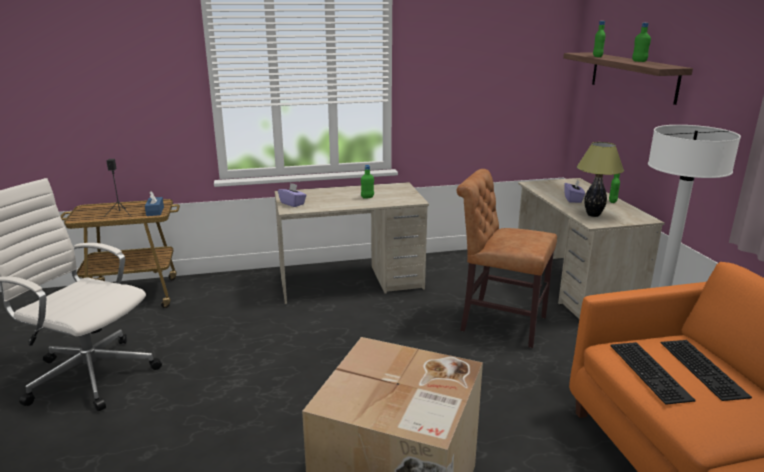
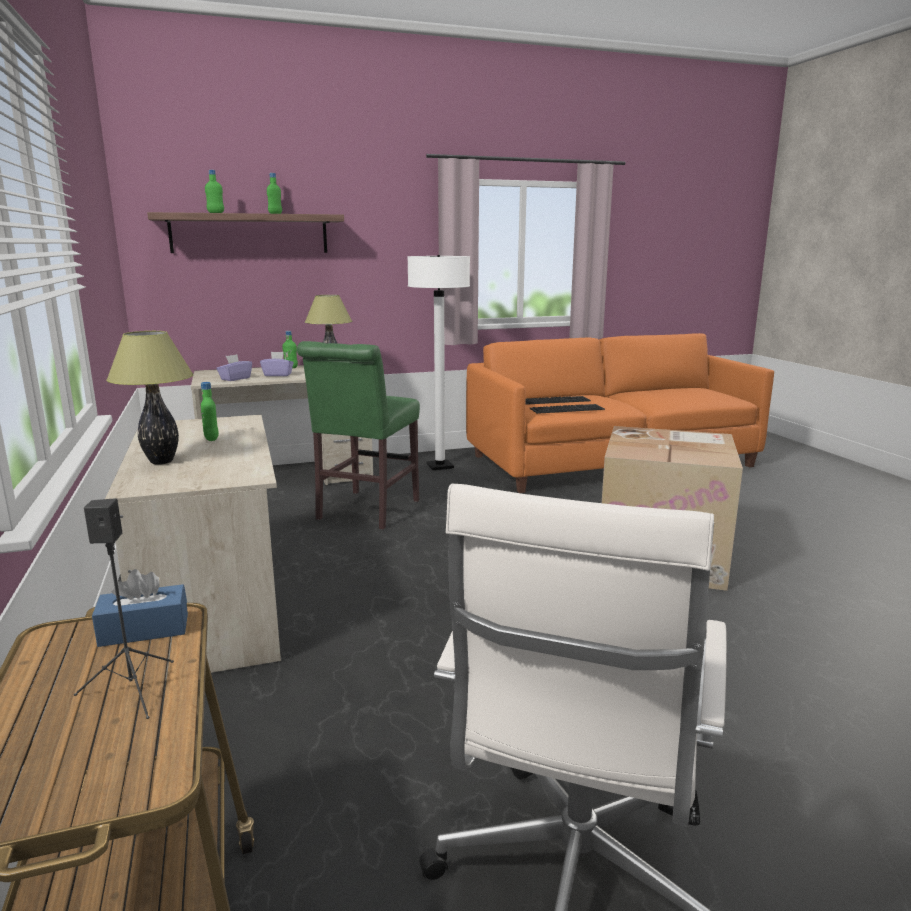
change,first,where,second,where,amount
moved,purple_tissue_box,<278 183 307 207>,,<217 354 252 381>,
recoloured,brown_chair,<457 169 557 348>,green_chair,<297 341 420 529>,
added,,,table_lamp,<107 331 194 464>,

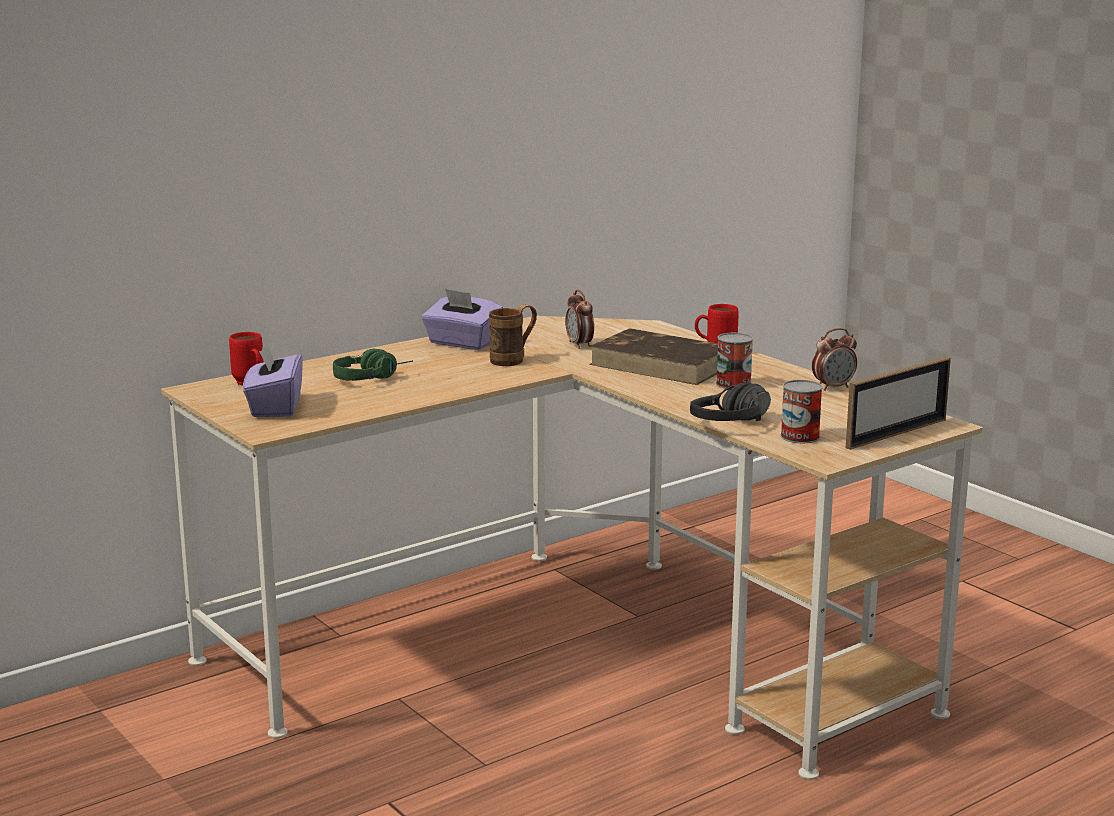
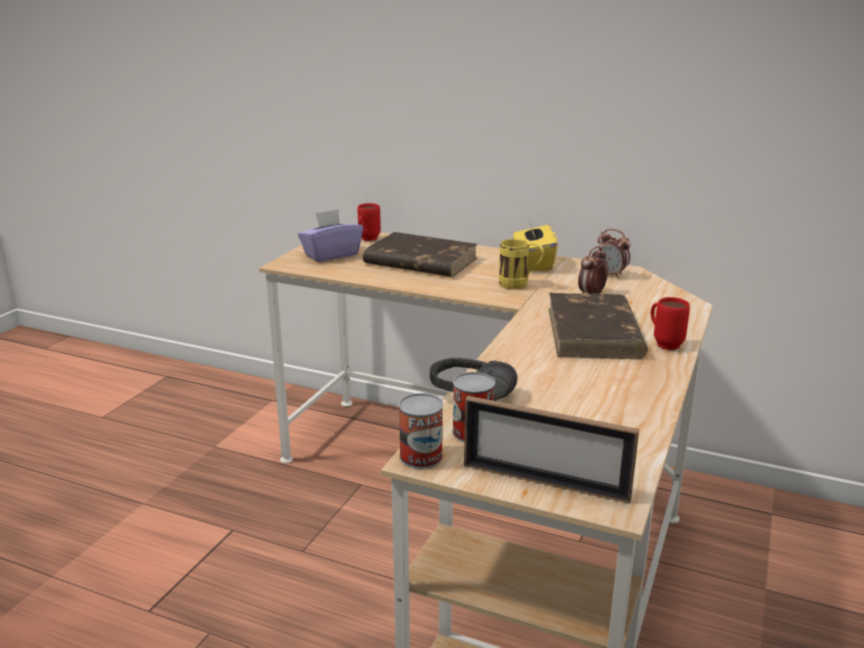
change,first,where,second,where,amount
replaced,green_headphones,<333 349 413 381>,brown_book,<363 232 478 277>,
recoloured,purple_tissue_box,<422 289 503 350>,yellow_tissue_box,<513 218 558 271>,
recoloured,brown_mug,<489 304 537 366>,yellow_mug,<499 239 544 289>,
moved,can,<716 333 753 389>,,<399 393 443 469>,
moved,alarm_clock,<812 328 857 391>,,<595 229 631 278>,

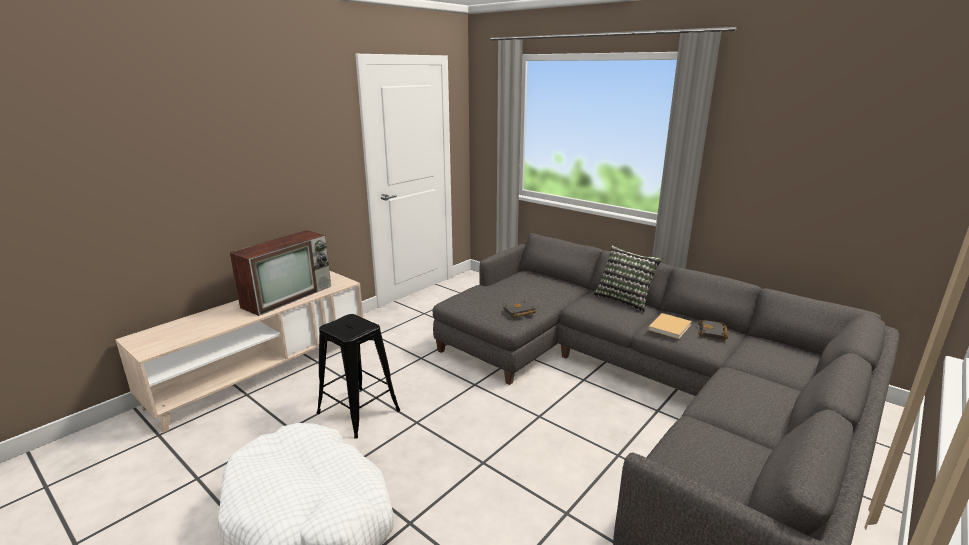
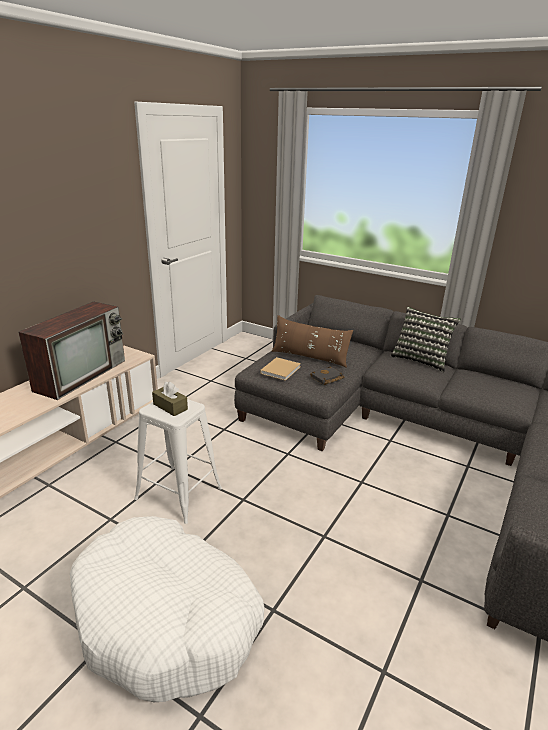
change,first,where,second,where,amount
recoloured,black_stool,<317 314 400 439>,white_stool,<134 399 222 524>,
moved,beige_book,<648 313 692 339>,,<260 357 301 381>,
removed,black_book,<698 320 728 340>,,,
added,,,brown_tissue_box,<152 381 188 416>,
added,,,brown_pillow,<271 315 353 368>,

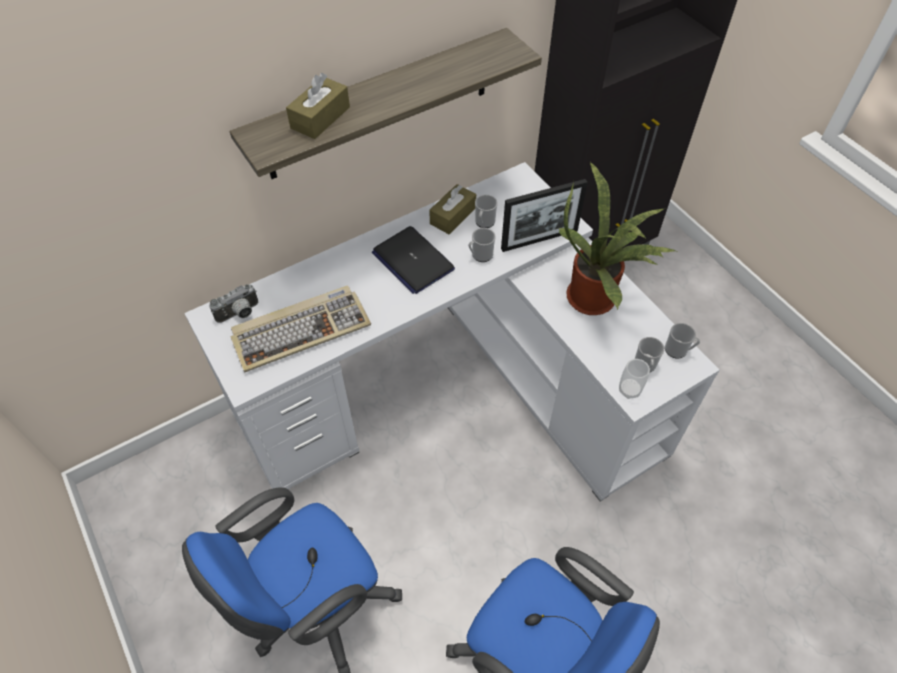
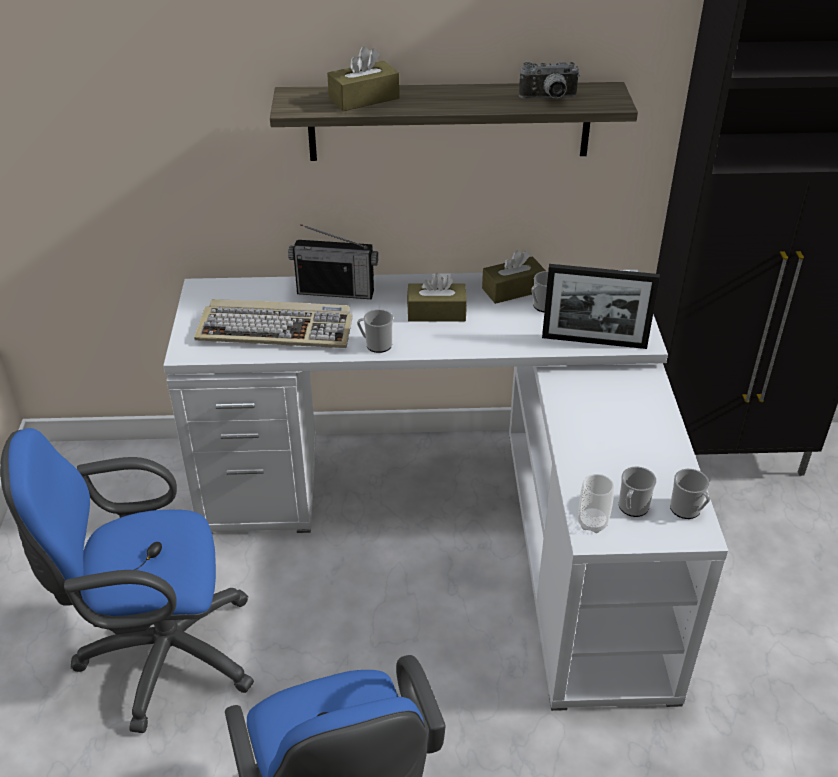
change,first,where,second,where,amount
moved,photo_camera,<209 284 258 323>,,<519 62 580 99>,
replaced,laptop,<372 226 455 294>,brown_tissue_box,<407 272 467 321>,
moved,mug,<468 228 496 262>,,<357 309 393 353>,
removed,potted_plant,<558 161 677 315>,,,
added,,,radio,<288 224 378 299>,

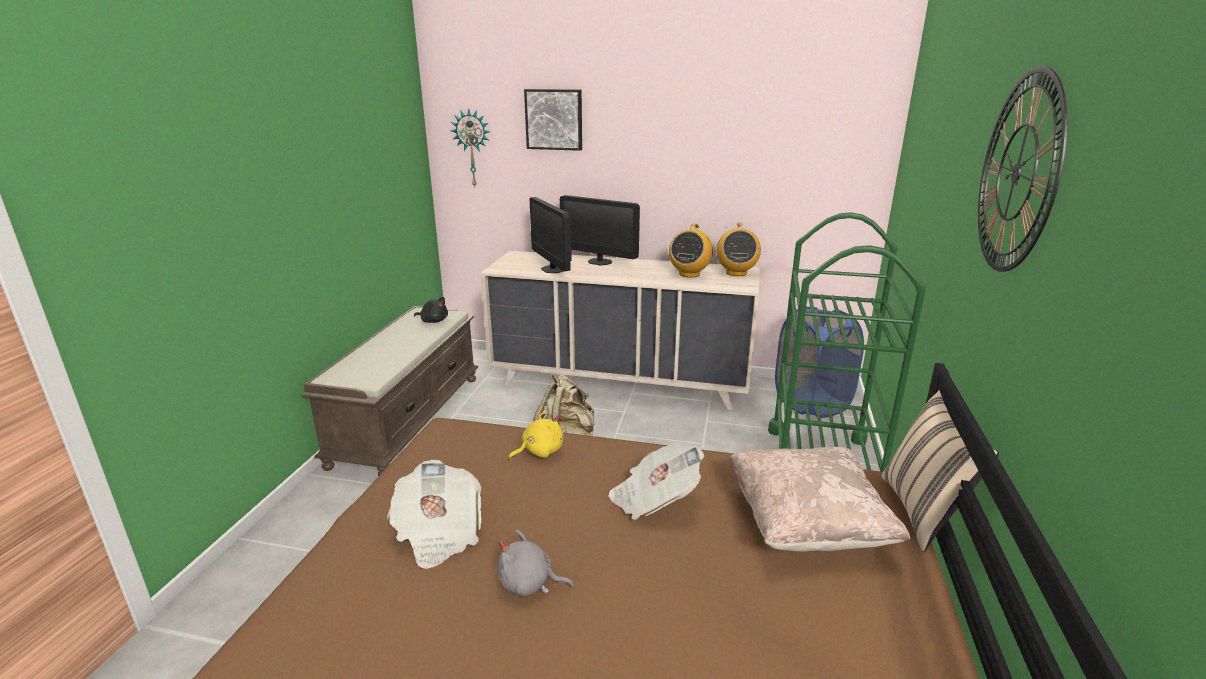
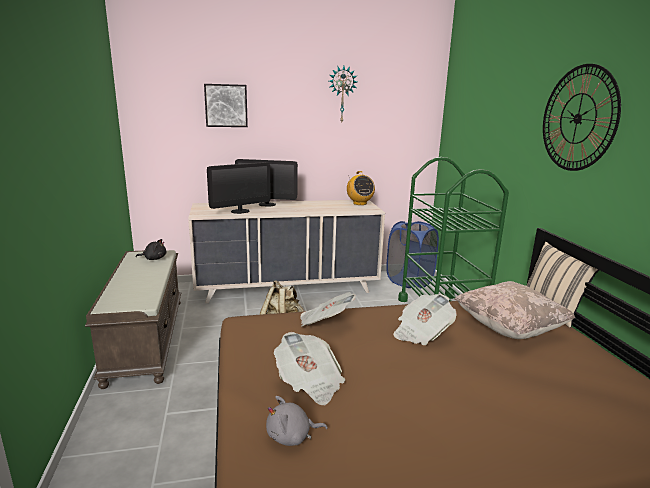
change,first,where,second,where,amount
moved,wall_clock,<451 108 490 188>,,<329 66 357 122>,
moved,grey_plush_toy,<497 530 574 596>,,<266 396 328 446>,
replaced,yellow_plush_toy,<508 411 563 459>,newspaper,<300 292 356 327>,
turned,monitor,<530 197 572 273>,,<207 162 271 214>,75 degrees counterclockwise
removed,radio,<669 224 713 278>,,,

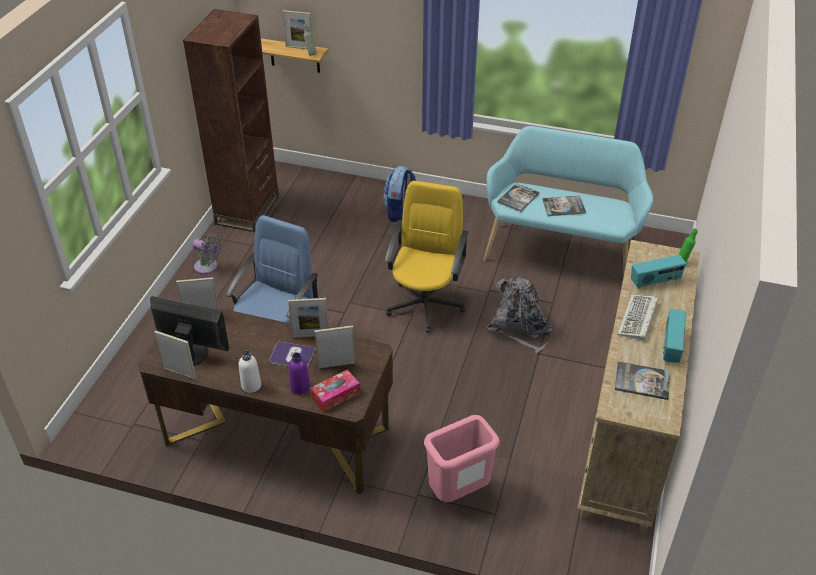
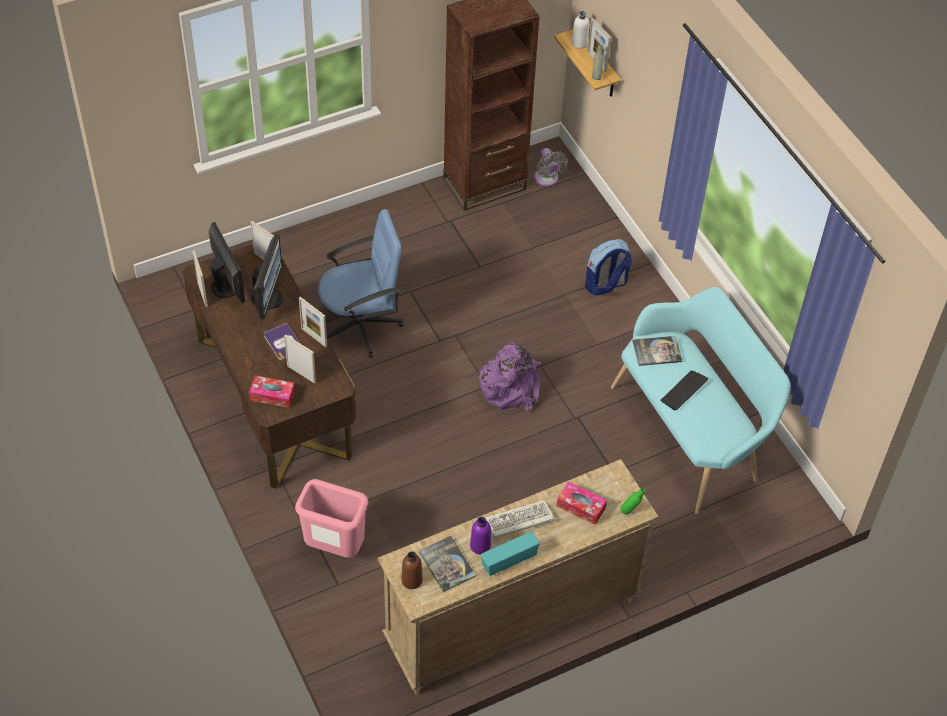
change,first,where,second,where,amount
moved,grey_fan,<192 233 222 274>,,<534 148 568 186>,
moved,white_bottle,<239 351 261 393>,,<571 11 589 49>,
moved,purple_bottle,<289 353 310 395>,,<470 517 491 555>,
replaced,yellow_office_chair,<385 181 469 333>,purple_backpack,<476 342 541 411>,
removed,grey_backpack,<487 277 553 353>,,,
replaced,book,<542 195 586 216>,keyboard,<660 371 708 410>,
replaced,radio,<631 255 687 289>,tissue_box,<557 481 607 525>,
added,,,monitor,<252 234 283 319>,
added,,,brown_bottle,<401 551 423 589>,

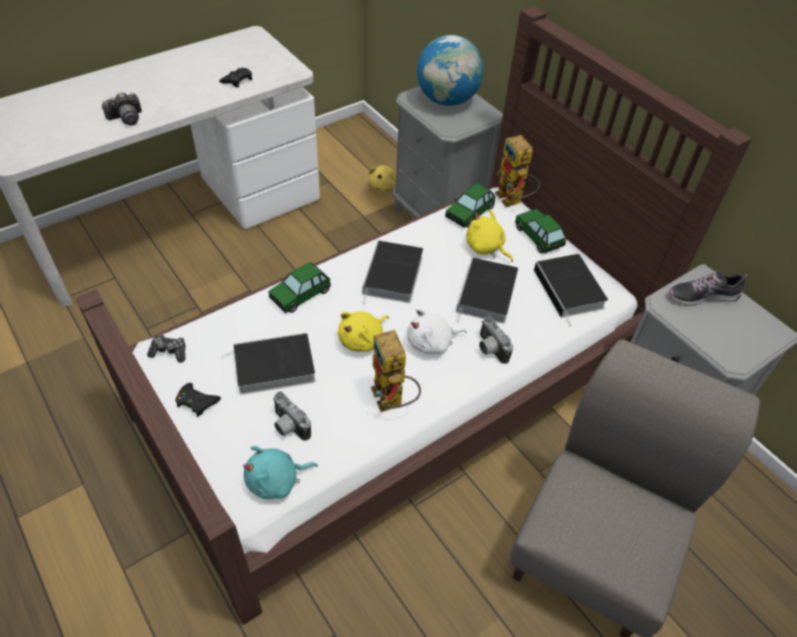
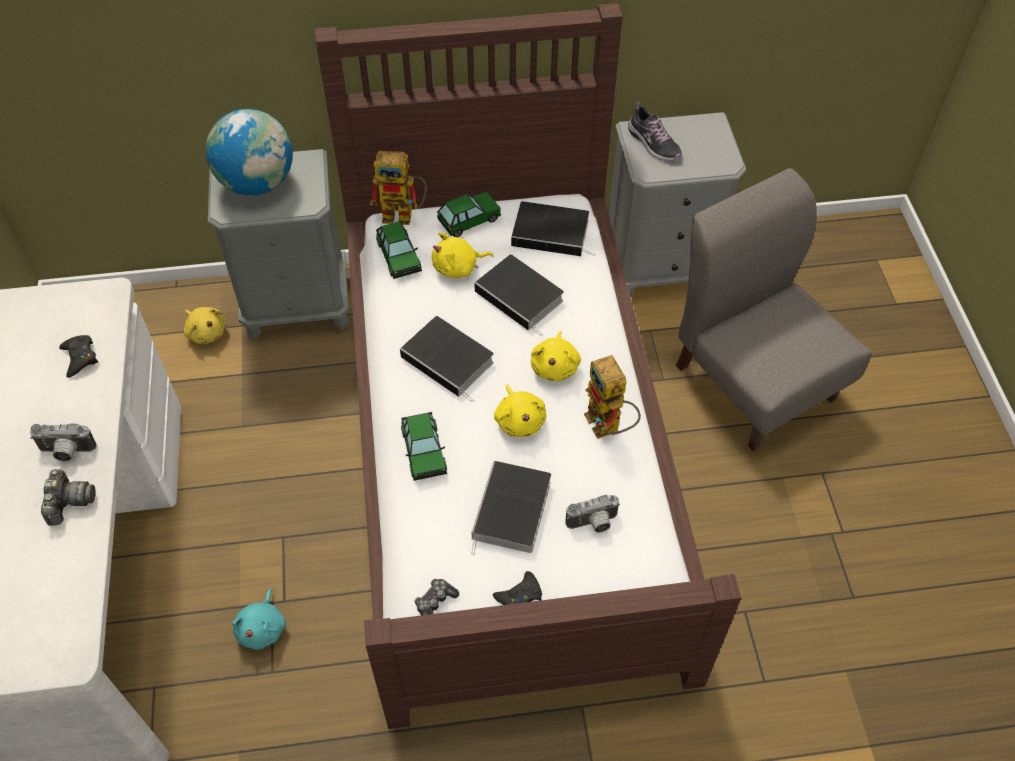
change,first,where,second,where,amount
moved,turquoise_plush_toy,<243 446 318 499>,,<231 589 286 650>,
turned,toy_robot,<371 330 421 412>,,<584 355 641 439>,60 degrees clockwise
recoloured,white_plush_toy,<407 308 467 354>,yellow_plush_toy,<531 331 581 381>,
moved,photo_camera,<479 316 513 364>,,<30 424 97 462>,
turned,toy_car,<515 209 567 253>,,<437 192 501 237>,150 degrees clockwise
turned,shoe,<669 271 748 306>,,<628 102 682 161>,60 degrees counterclockwise

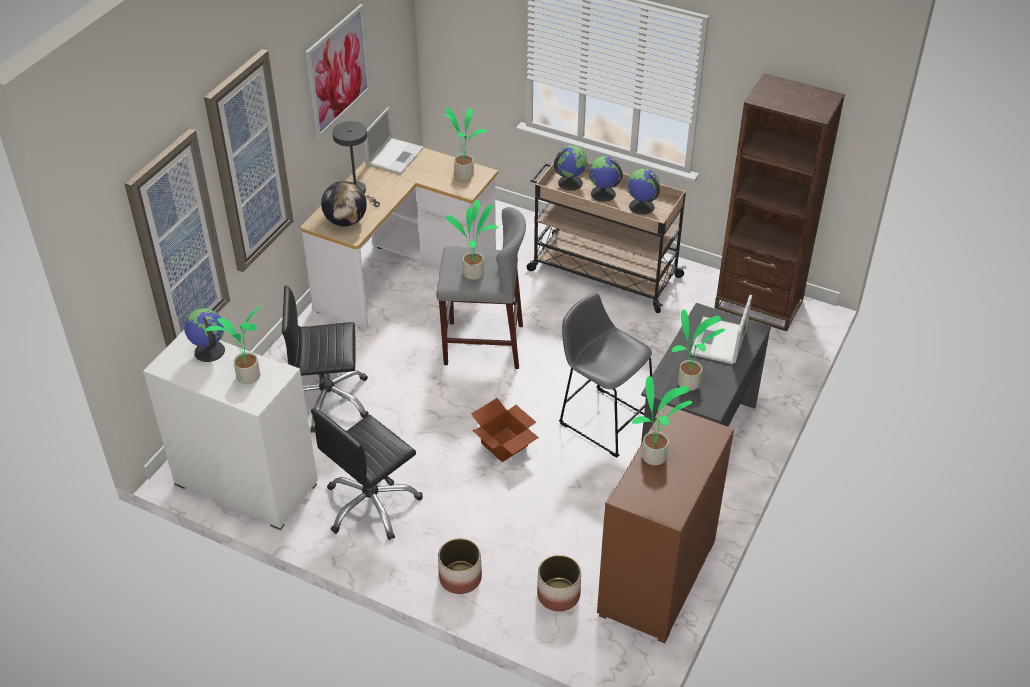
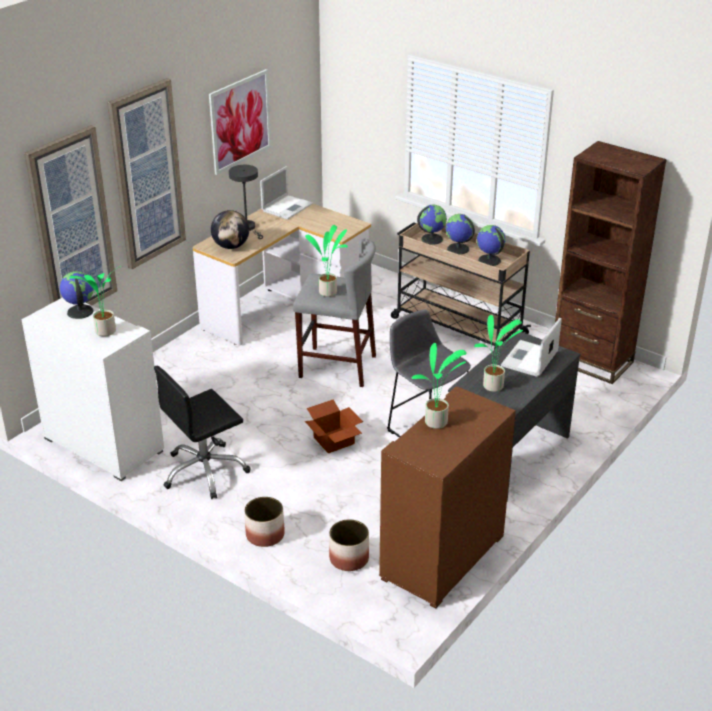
change,first,where,second,where,amount
removed,black_office_chair,<282 286 369 433>,,,
removed,potted_plant,<443 107 487 180>,,,

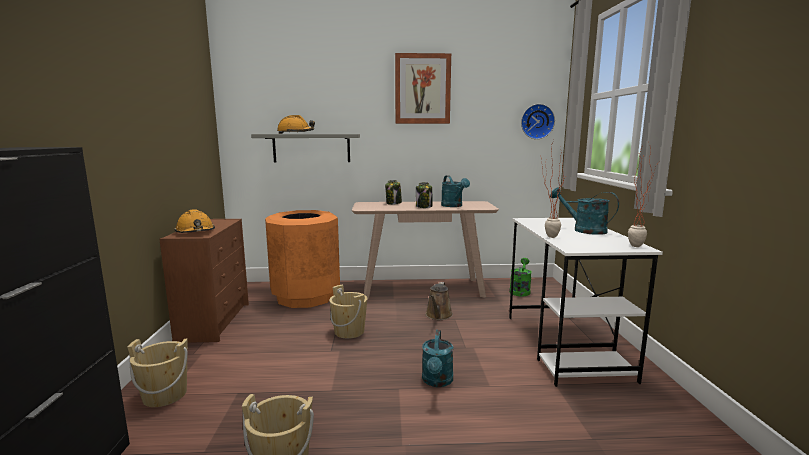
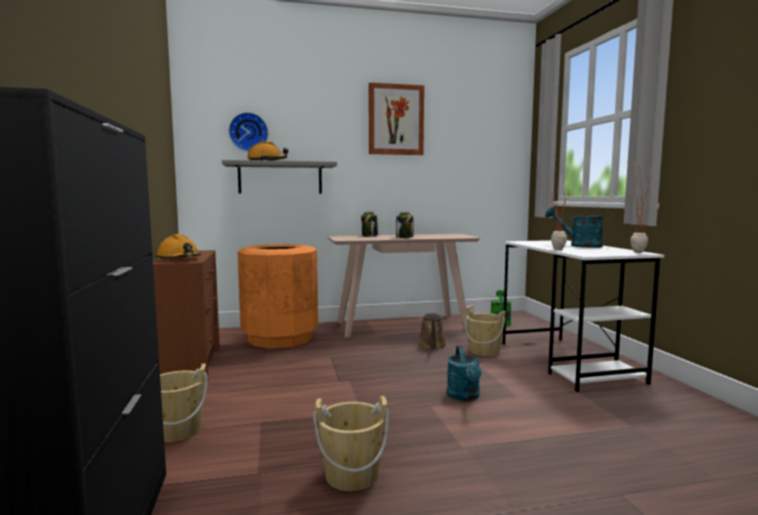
change,first,where,second,where,amount
moved,beige_bucket,<329 285 368 339>,,<465 306 506 356>,
removed,turquoise_watering_can,<441 175 470 207>,,,
moved,wall_clock,<521 104 555 139>,,<229 112 268 152>,

